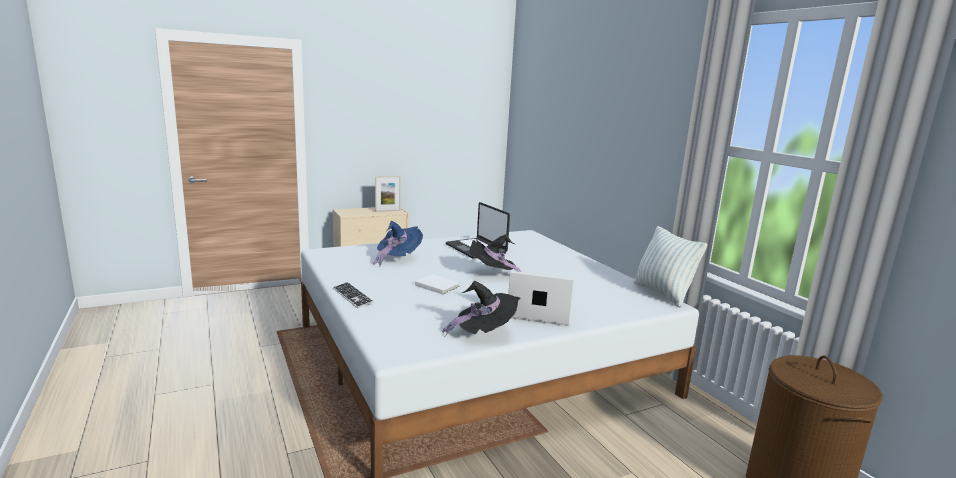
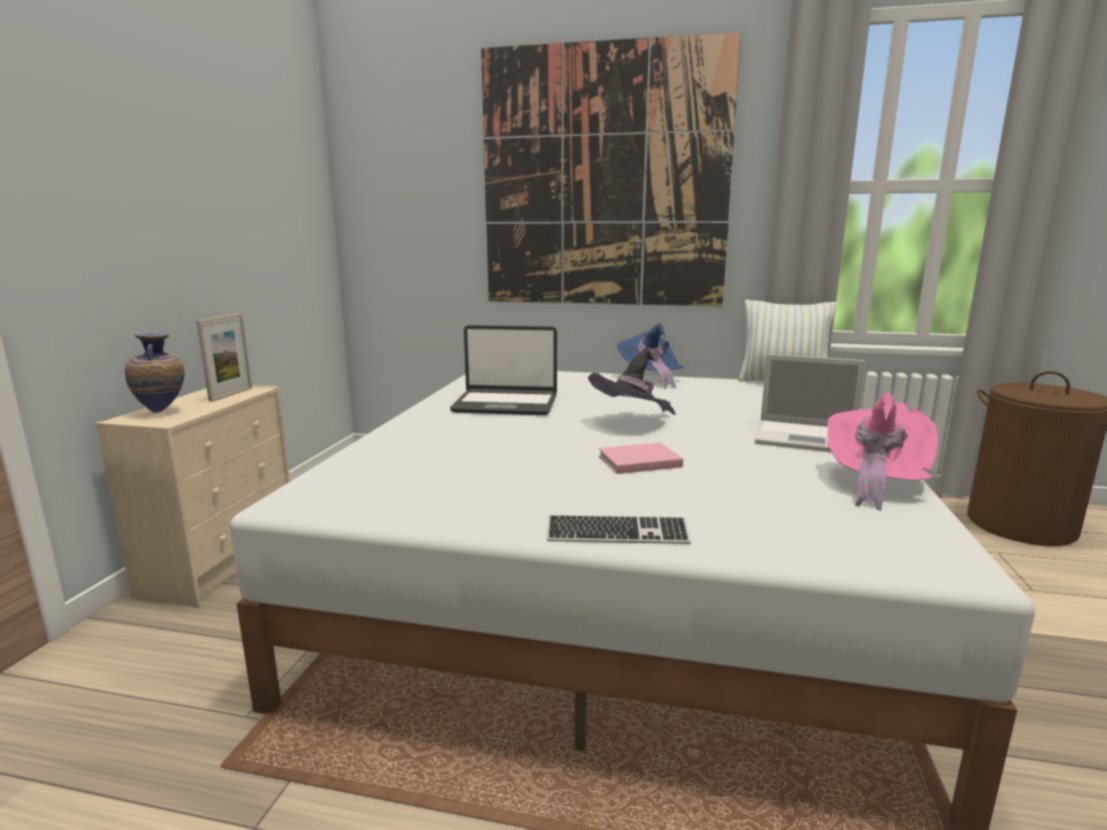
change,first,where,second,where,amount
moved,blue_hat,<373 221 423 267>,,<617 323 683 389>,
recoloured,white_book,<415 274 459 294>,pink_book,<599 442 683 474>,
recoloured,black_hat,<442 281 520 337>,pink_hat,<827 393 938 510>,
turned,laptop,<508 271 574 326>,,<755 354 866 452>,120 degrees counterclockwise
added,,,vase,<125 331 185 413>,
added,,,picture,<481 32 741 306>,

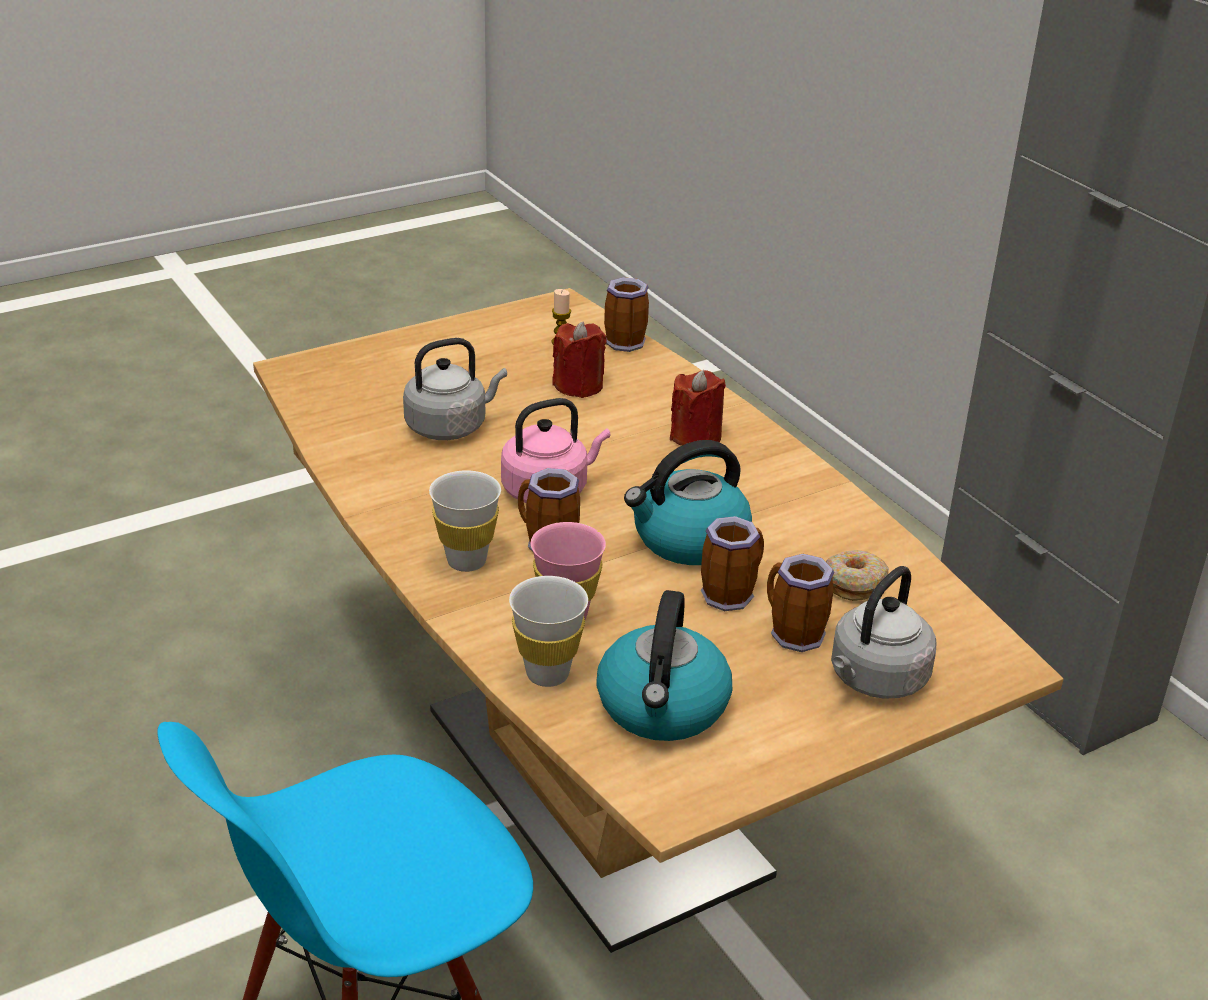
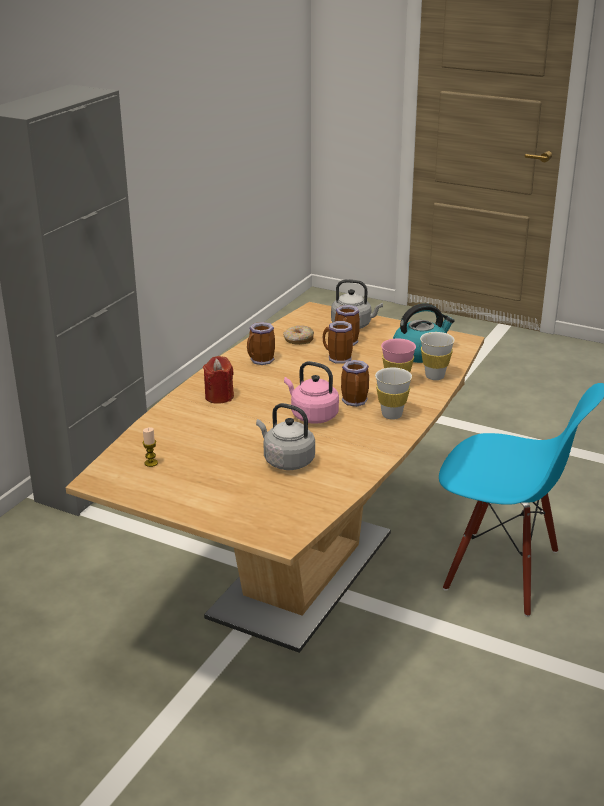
change,first,where,second,where,amount
removed,red_candle,<552 321 607 398>,,,
moved,mug,<604 277 649 352>,,<247 322 275 365>,
removed,kettle,<624 440 752 565>,,,

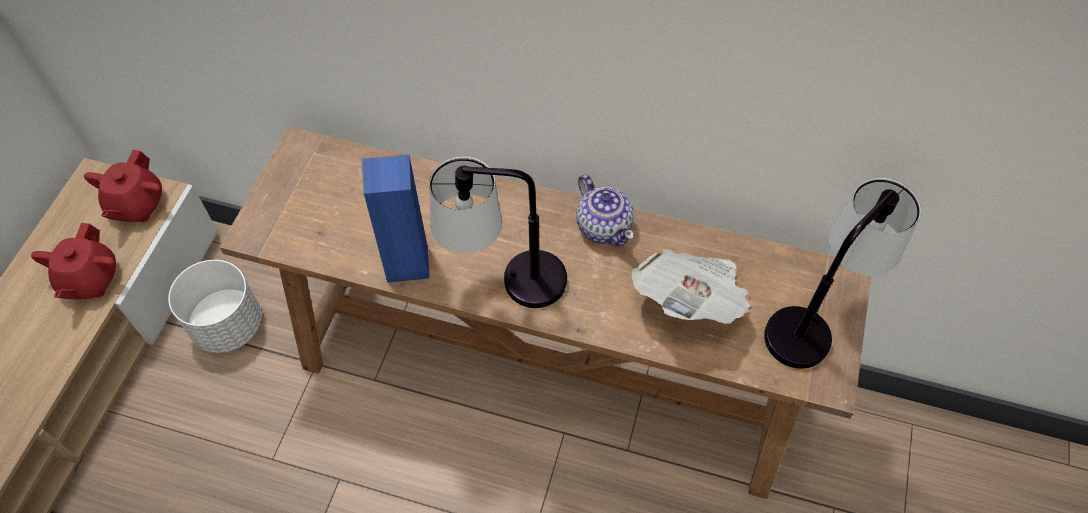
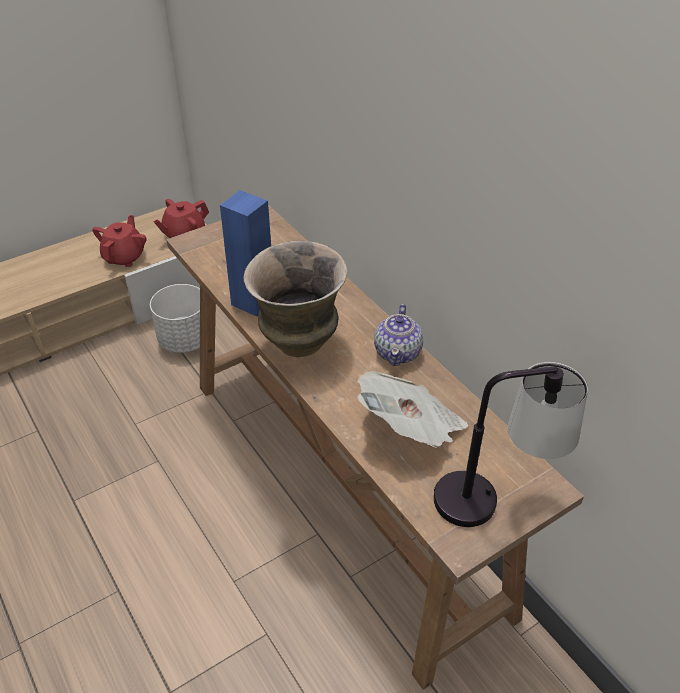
change,first,where,second,where,amount
turned,red_teapot,<31 223 116 299>,,<92 215 146 267>,150 degrees clockwise
replaced,table_lamp,<429 156 567 308>,vase,<244 240 347 357>,

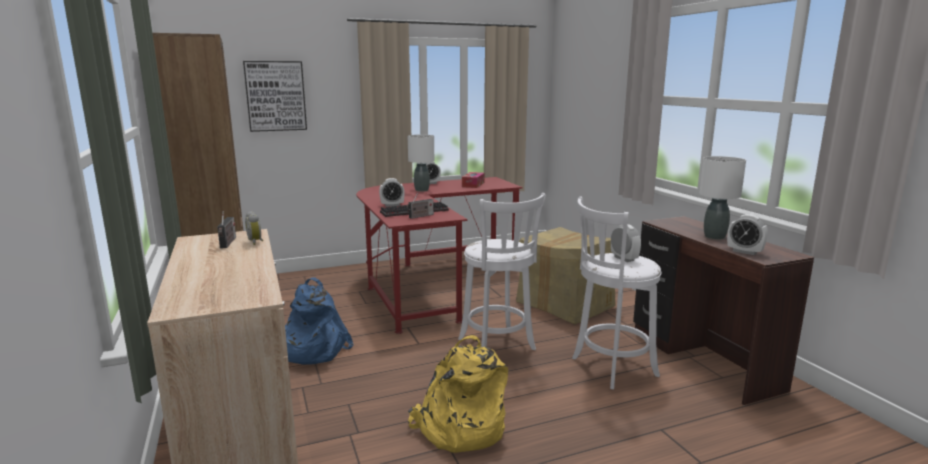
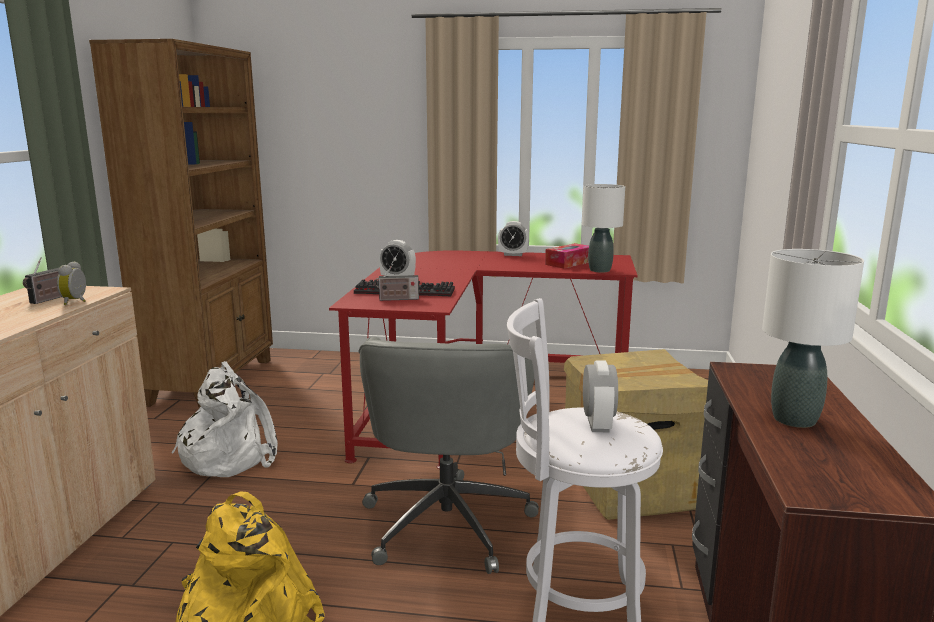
change,first,where,second,where,amount
removed,picture,<243 61 307 132>,,,
recoloured,blue_backpack,<285 278 353 365>,white_backpack,<171 361 278 477>,
moved,white_table_lamp,<408 135 434 192>,,<582 184 625 273>,
replaced,white_stool,<458 193 546 350>,grey_office_chair,<359 337 539 574>,
removed,alarm_clock,<727 214 768 255>,,,

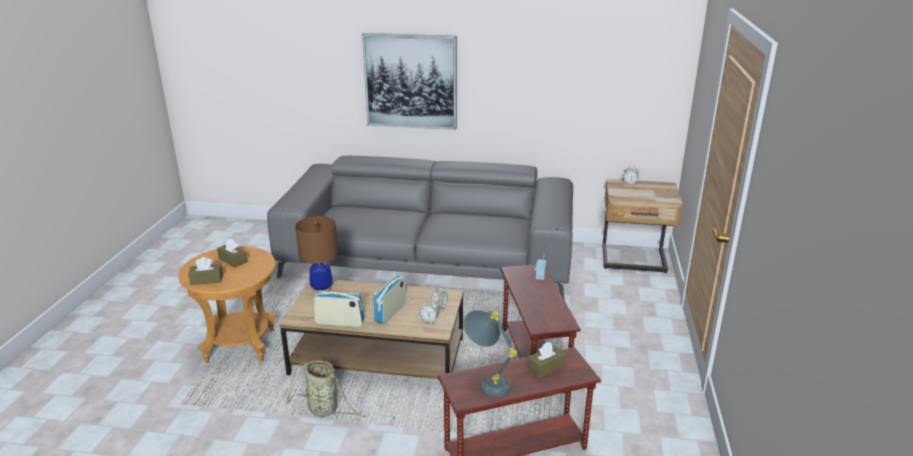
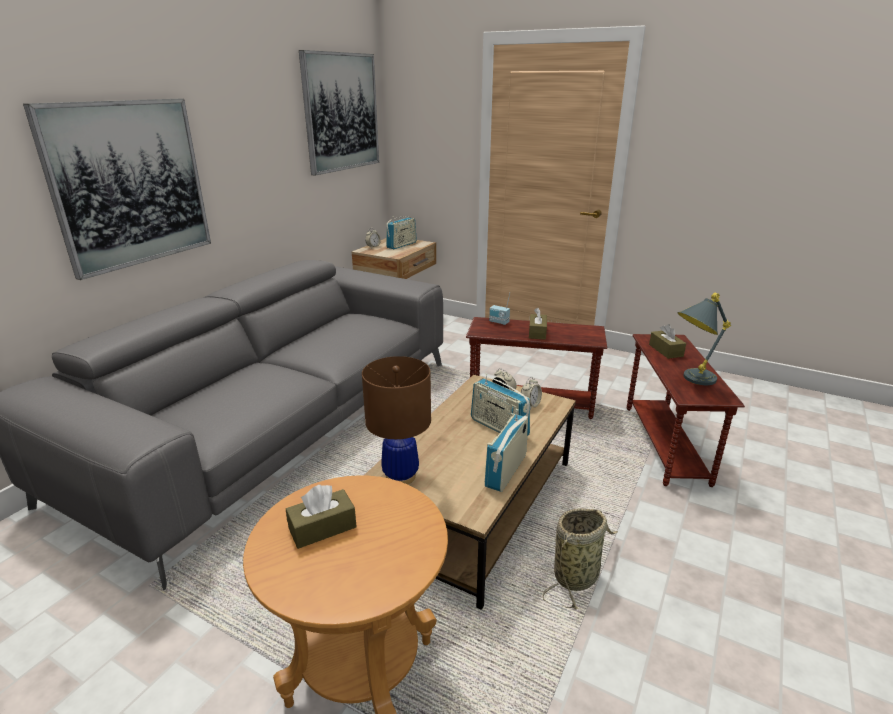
change,first,where,second,where,amount
moved,brown_tissue_box,<188 257 223 285>,,<529 307 547 340>,
added,,,picture,<299 50 379 176>,
added,,,radio,<386 216 417 249>,

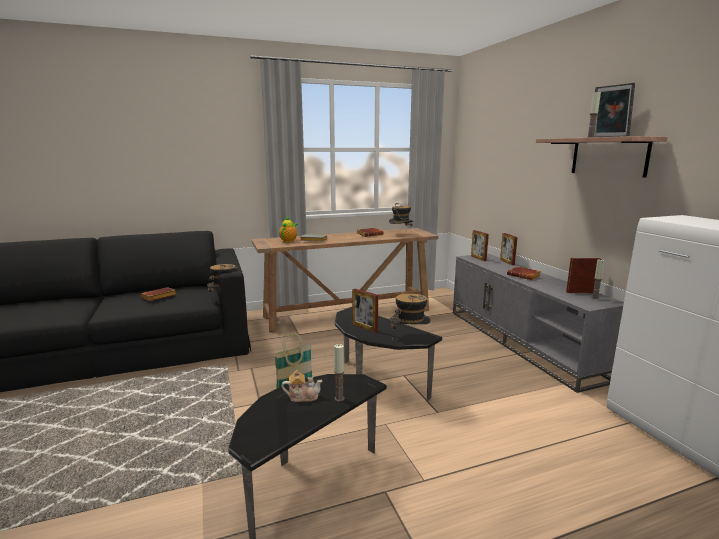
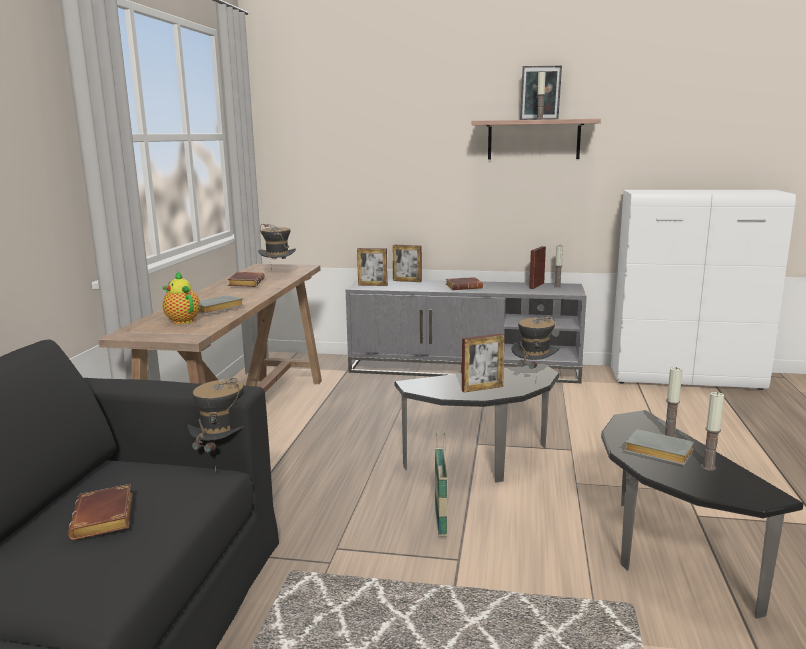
change,first,where,second,where,amount
replaced,teapot,<281 370 322 402>,grey_book,<624 429 695 465>,
added,,,candle,<701 392 724 471>,

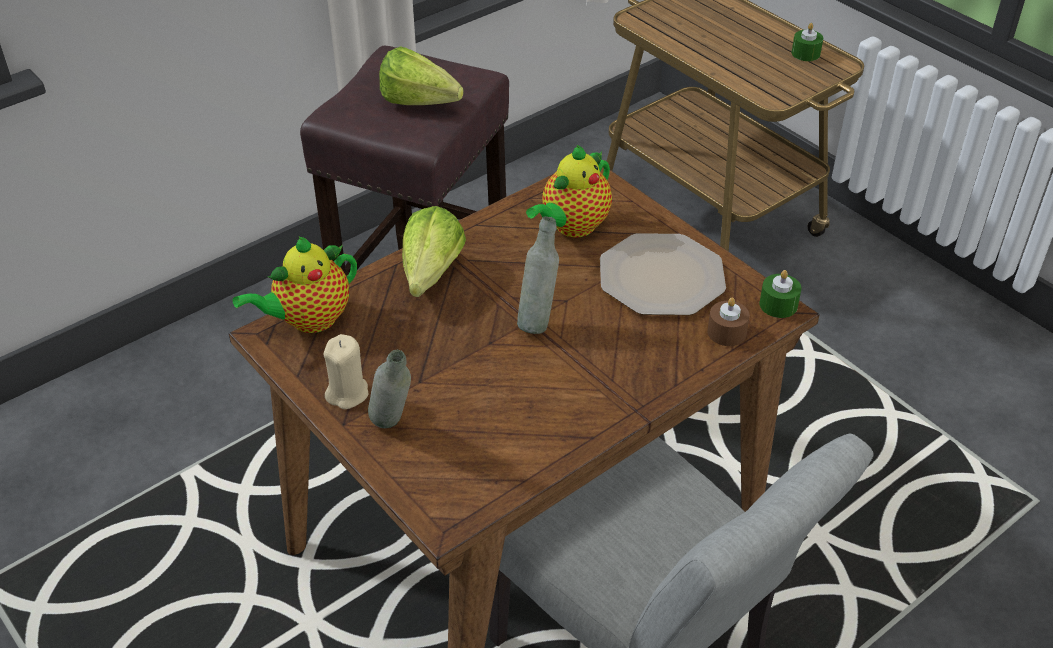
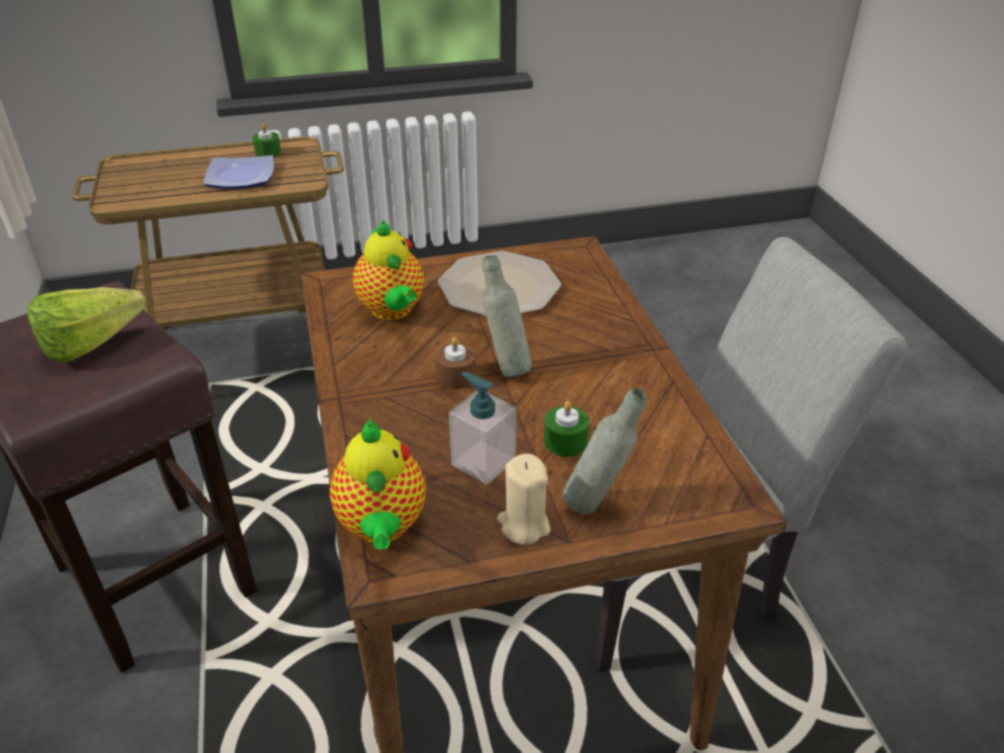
change,first,where,second,where,amount
removed,lettuce,<402 206 466 297>,,,
moved,brown_candle,<707 297 750 346>,,<435 337 476 389>,
moved,green_candle,<759 270 802 318>,,<544 401 589 457>,
added,,,plate,<204 155 274 189>,
added,,,soap_dispenser,<449 372 516 484>,

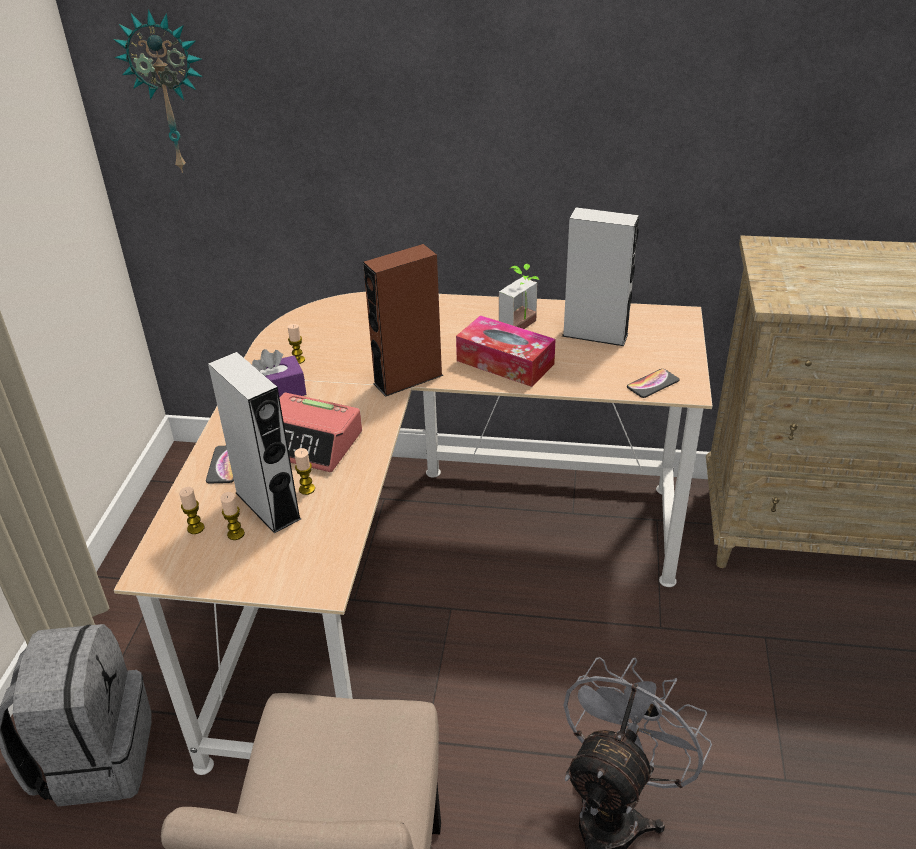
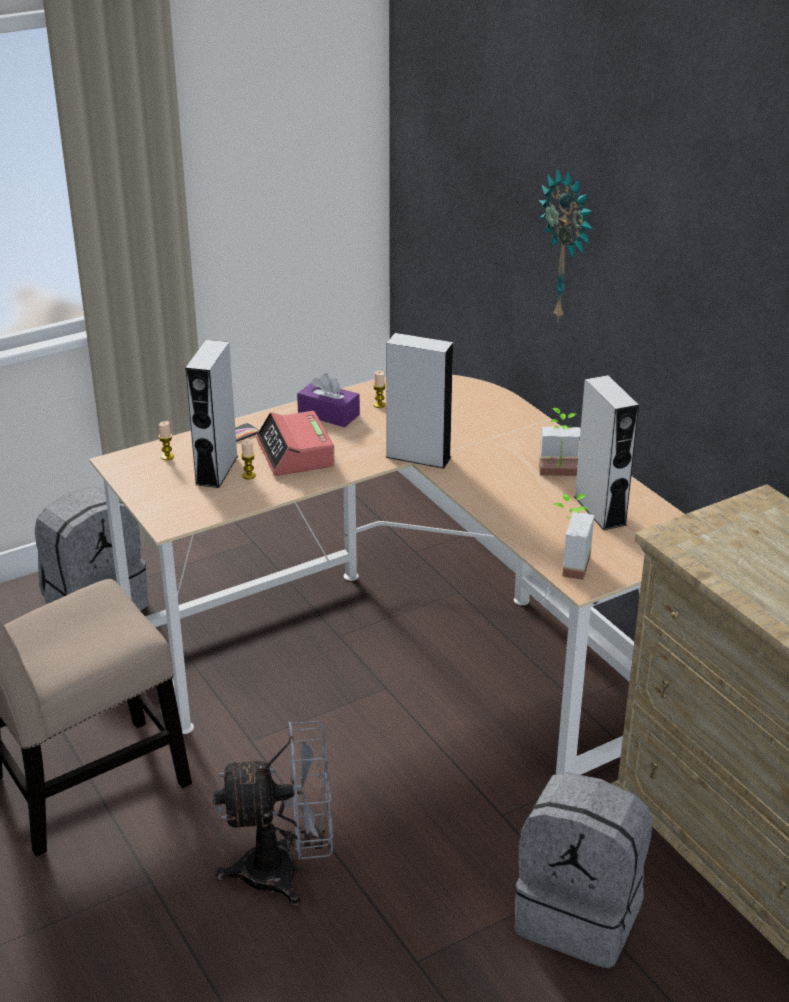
change,first,where,second,where,amount
moved,wall_clock,<113 9 203 173>,,<539 168 593 322>,
removed,candle,<220 492 245 540>,,,
recoloured,brown_speaker,<363 244 444 397>,grey_speaker,<385 333 453 469>,
removed,tissue_box,<456 315 556 387>,,,
replaced,phone,<627 369 679 398>,potted_plant,<553 494 594 580>,
added,,,grey_backpack,<514 772 652 968>,

